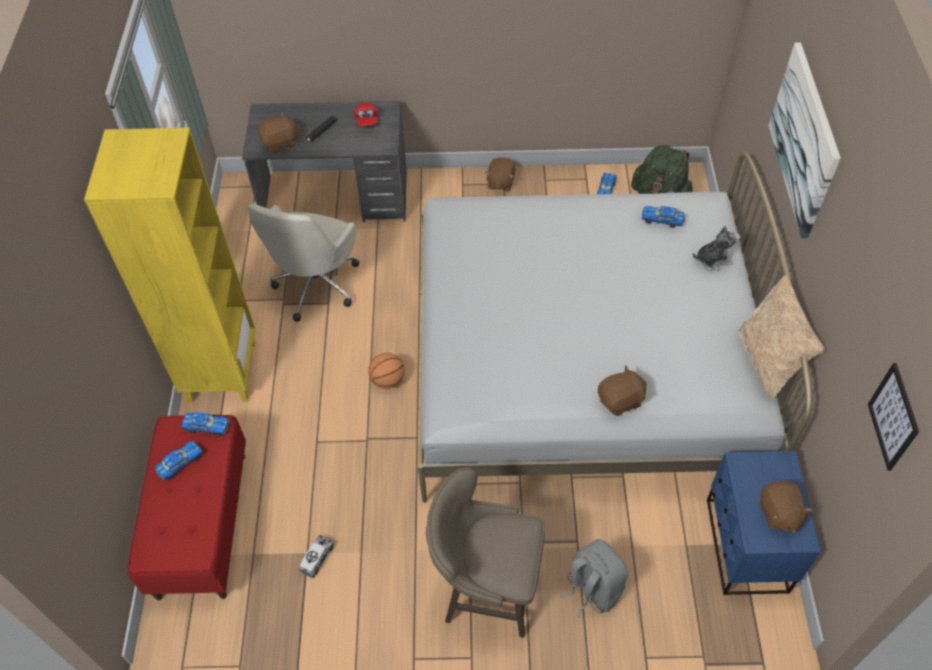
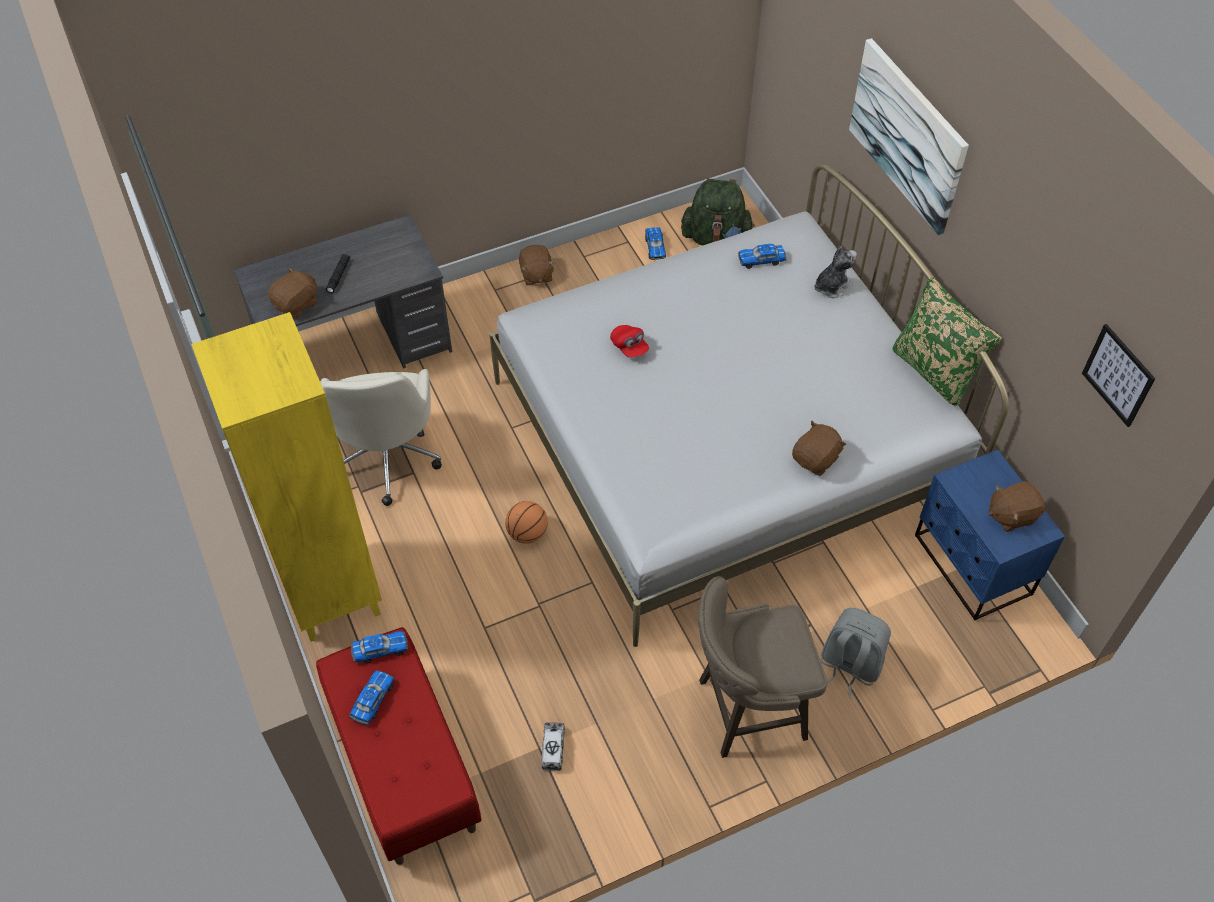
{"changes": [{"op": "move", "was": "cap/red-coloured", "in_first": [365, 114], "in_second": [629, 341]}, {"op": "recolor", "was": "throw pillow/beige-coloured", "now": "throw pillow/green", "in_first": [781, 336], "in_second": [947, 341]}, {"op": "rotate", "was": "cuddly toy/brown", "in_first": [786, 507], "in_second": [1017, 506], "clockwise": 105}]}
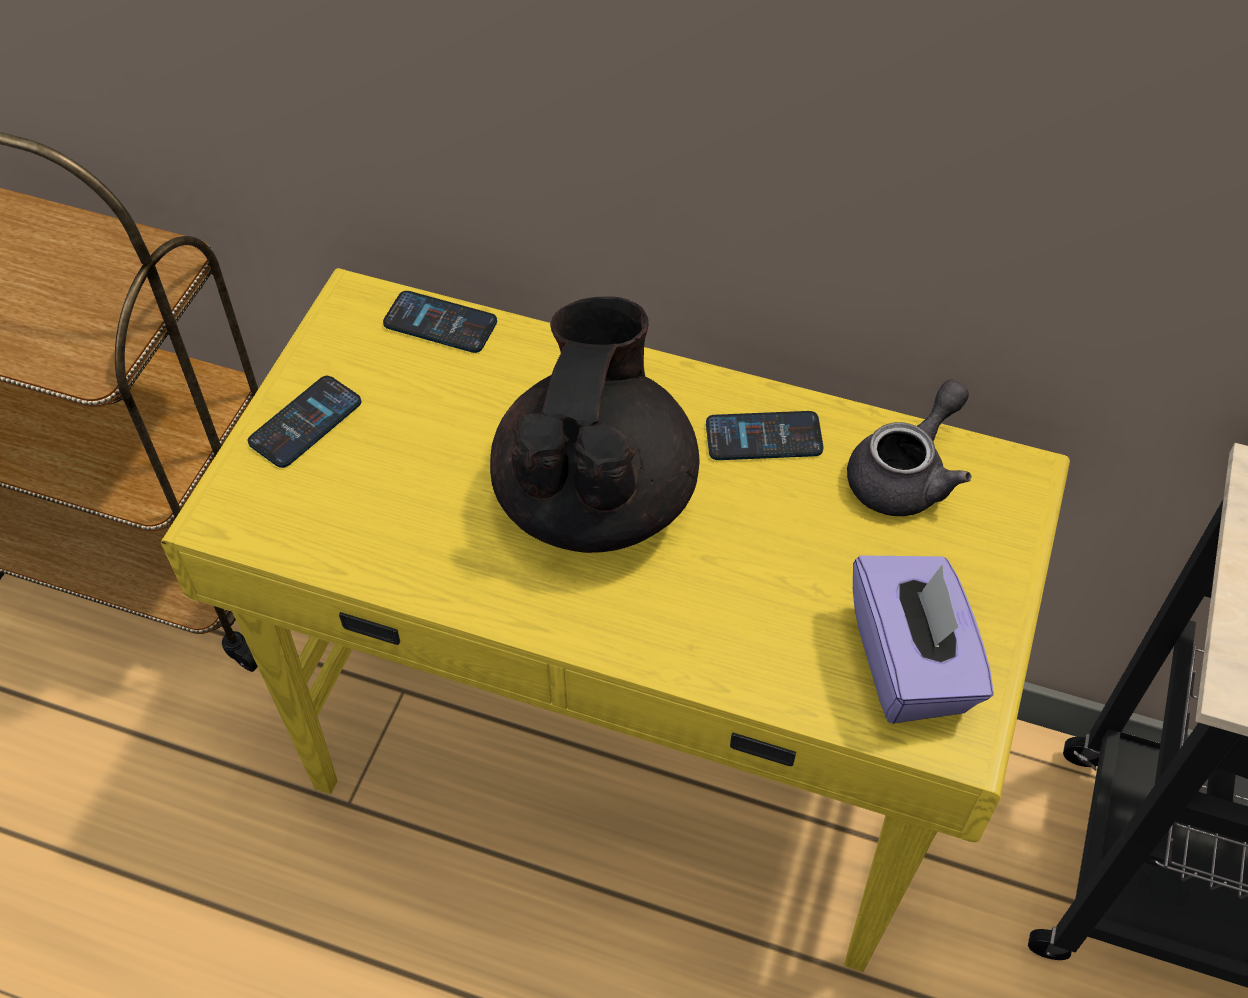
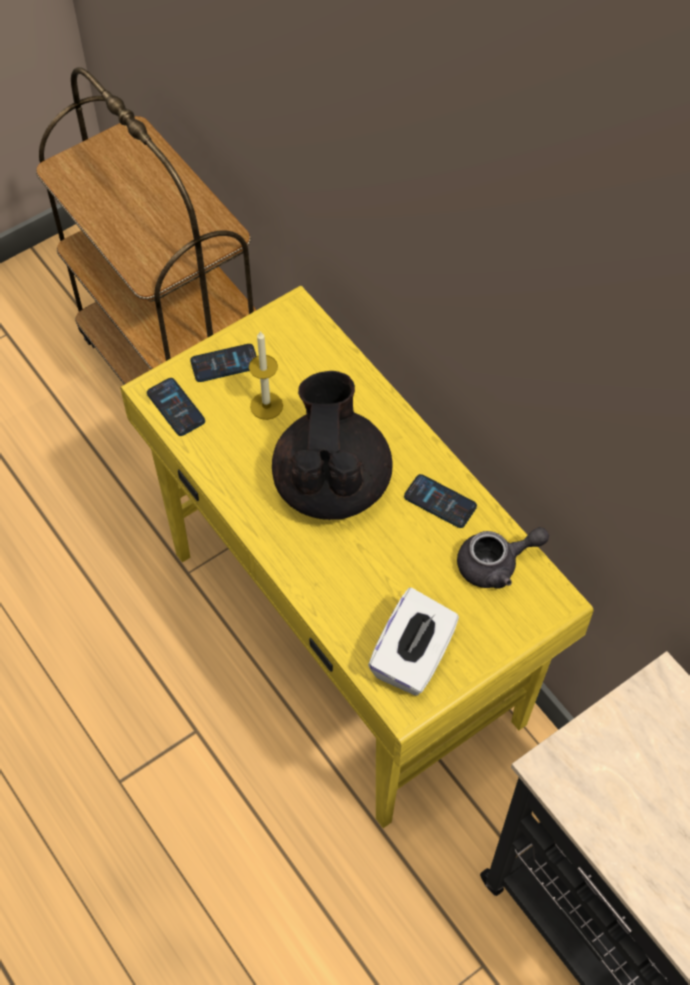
{"changes": [{"op": "move", "was": "phone", "in_first": [440, 322], "in_second": [176, 407]}, {"op": "insert", "now": "wax light", "in_second": [266, 375]}, {"op": "rotate", "was": "pot for tea/black", "in_first": [595, 424], "in_second": [332, 445], "clockwise": -45}, {"op": "recolor", "was": "tissue holder/purple", "now": "tissue holder/white-coloured", "in_first": [923, 640], "in_second": [413, 641]}]}
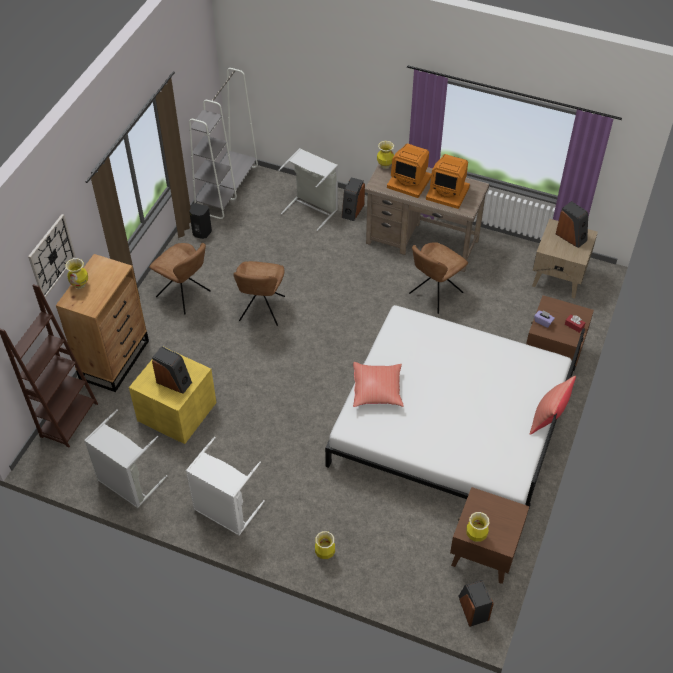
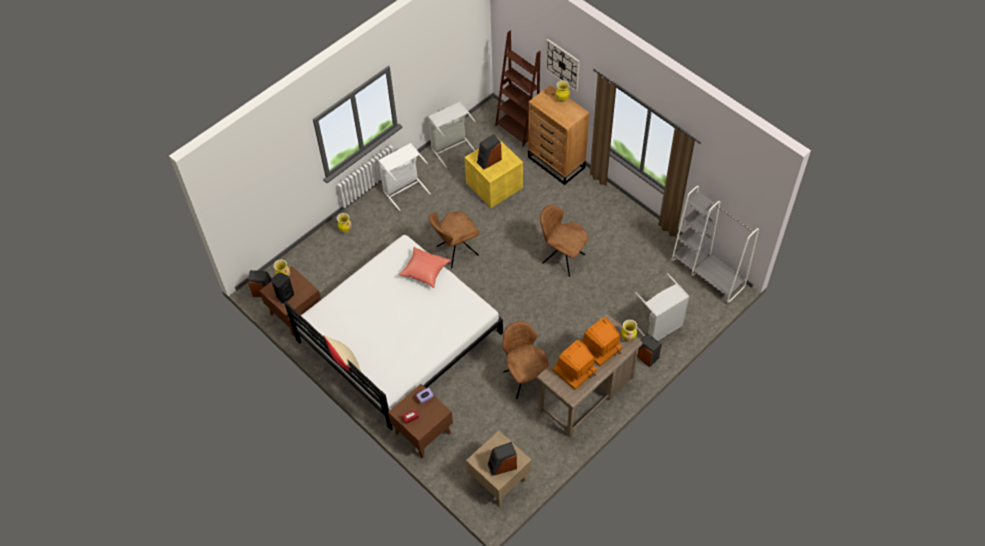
{"changes": [{"op": "move", "was": "speaker/black", "in_first": [200, 221], "in_second": [283, 287]}, {"op": "recolor", "was": "throw pillow/red-coloured", "now": "throw pillow/beige-coloured", "in_first": [553, 405], "in_second": [342, 355]}, {"op": "move", "was": "chair/brown", "in_first": [180, 278], "in_second": [454, 240]}]}
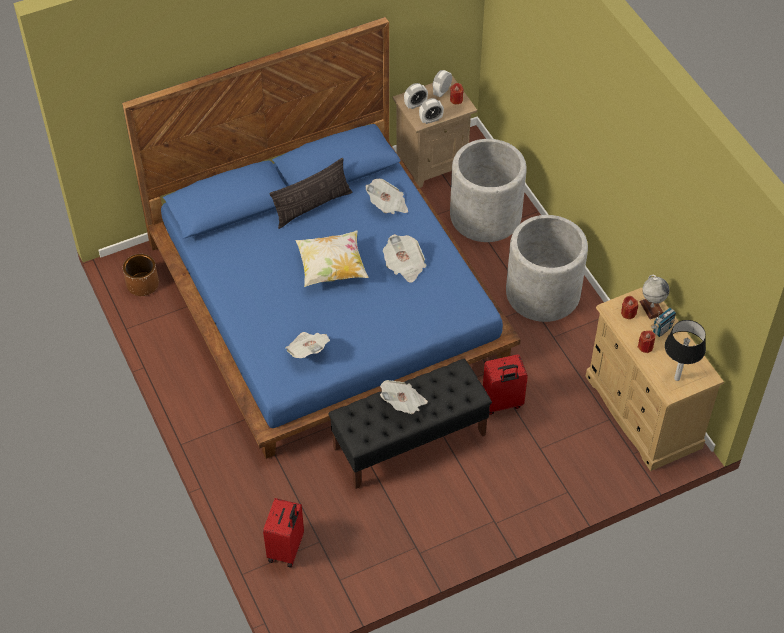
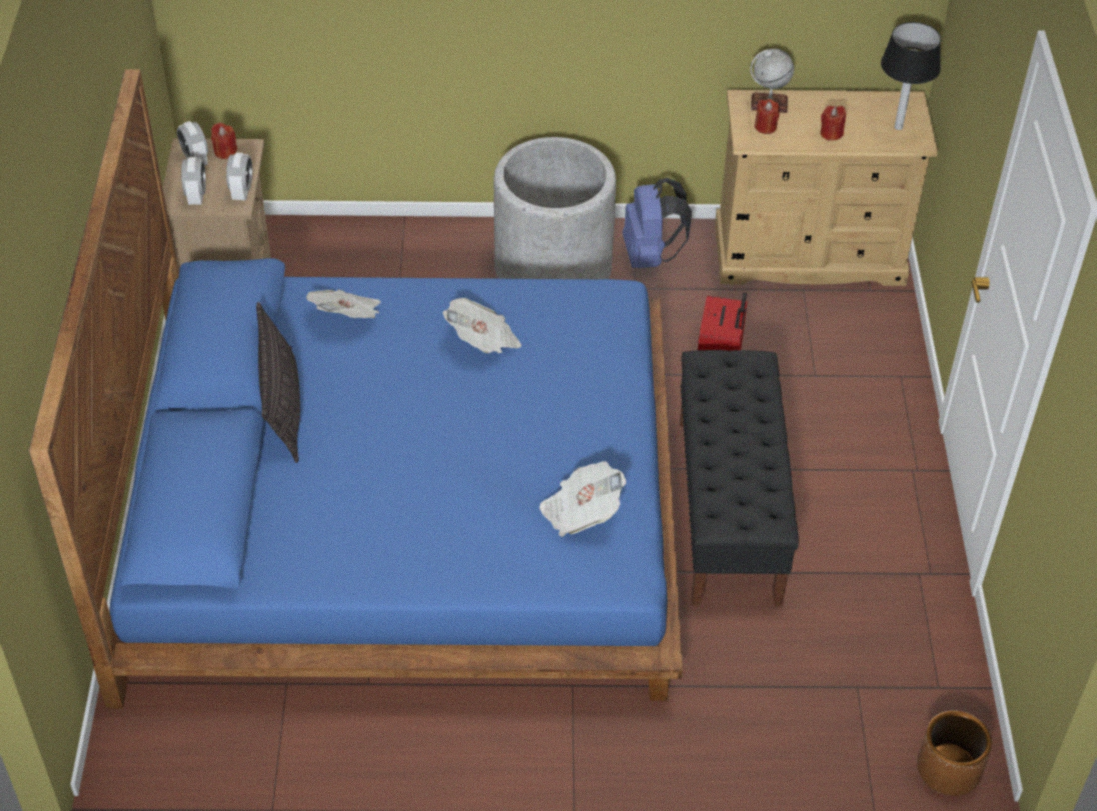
{"changes": [{"op": "insert", "now": "rucksack/blue", "in_second": [657, 223]}, {"op": "move", "was": "flower pot/brown", "in_first": [141, 275], "in_second": [954, 753]}, {"op": "delete", "was": "piece of luggage/red-coloured", "in_first": [283, 533]}, {"op": "delete", "was": "throw pillow", "in_first": [331, 258]}, {"op": "delete", "was": "newspaper", "in_first": [404, 397]}, {"op": "delete", "was": "flower pot/gray", "in_first": [488, 190]}, {"op": "delete", "was": "radio set", "in_first": [663, 322]}]}
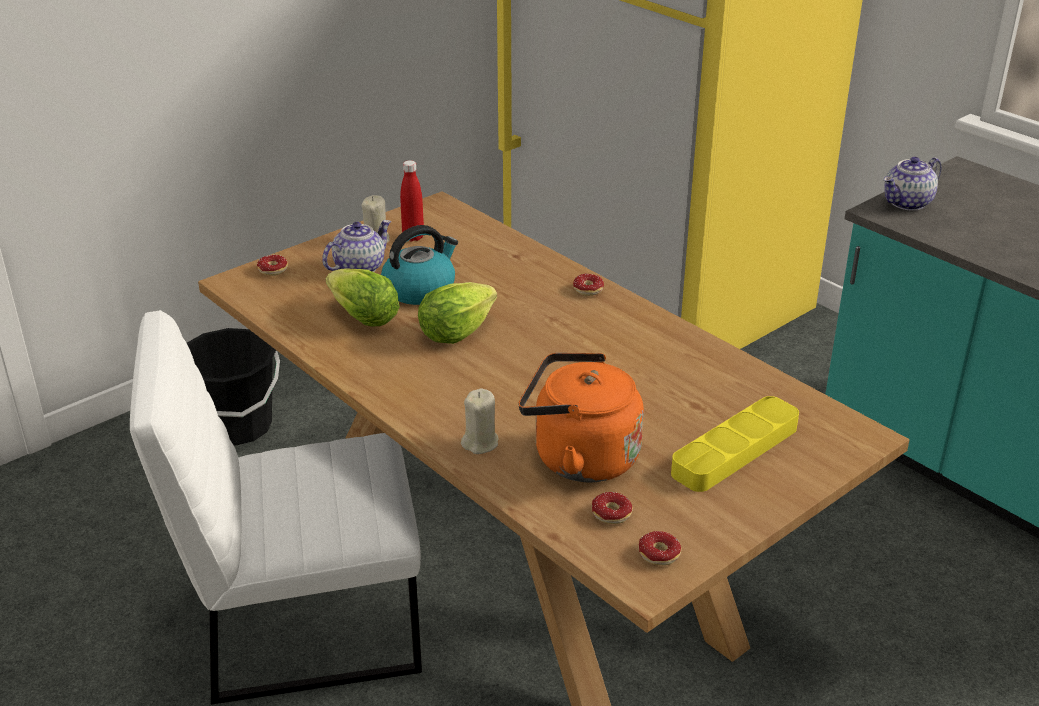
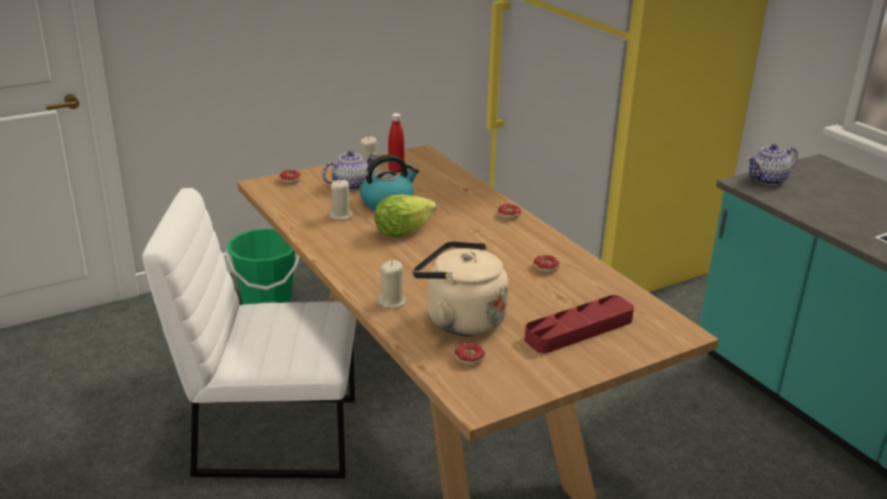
{"changes": [{"op": "recolor", "was": "bucket/black", "now": "bucket/green", "in_first": [233, 387], "in_second": [263, 266]}, {"op": "replace", "was": "lettuce head", "now": "wax light/beige-coloured", "in_first": [363, 297], "in_second": [341, 200]}, {"op": "recolor", "was": "kettle/orange", "now": "kettle/beige-coloured", "in_first": [581, 418], "in_second": [460, 289]}, {"op": "recolor", "was": "serving tray/yellow-coloured", "now": "serving tray/red-coloured", "in_first": [735, 444], "in_second": [579, 324]}, {"op": "move", "was": "donut", "in_first": [660, 548], "in_second": [547, 264]}]}
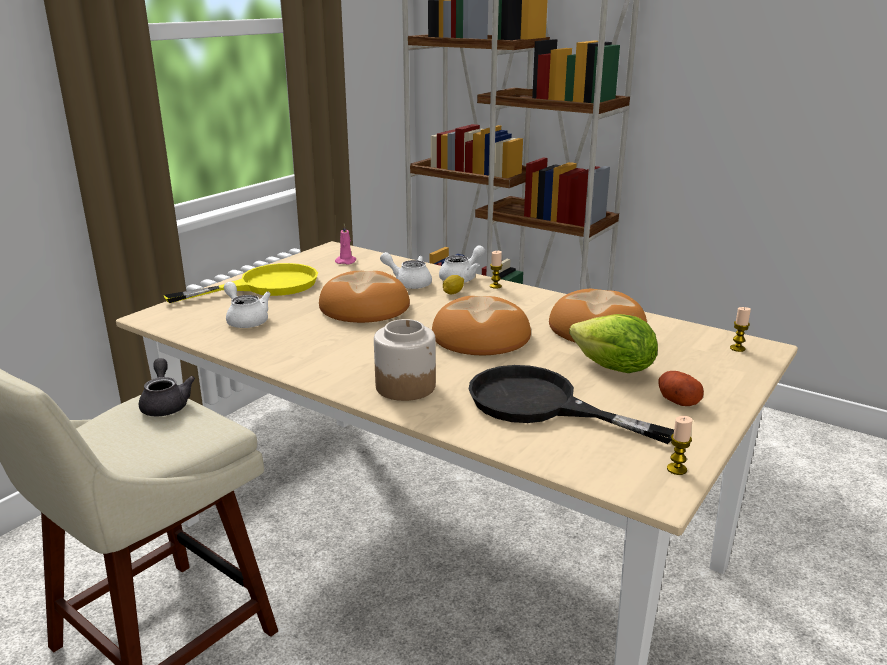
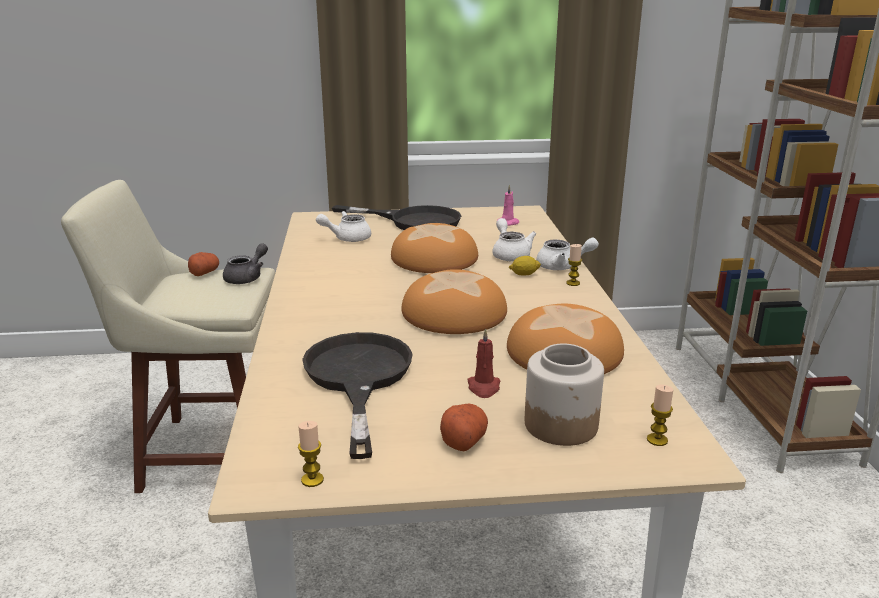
{"changes": [{"op": "insert", "now": "potato", "in_second": [203, 264]}, {"op": "rotate", "was": "pot for tea/white-coloured", "in_first": [247, 305], "in_second": [343, 226], "clockwise": -120}, {"op": "recolor", "was": "frying pan/yellow-coloured", "now": "frying pan/black", "in_first": [241, 283], "in_second": [396, 217]}, {"op": "replace", "was": "lettuce head", "now": "wax light/red-coloured", "in_first": [613, 343], "in_second": [484, 363]}, {"op": "move", "was": "preserve jar", "in_first": [405, 360], "in_second": [564, 395]}]}
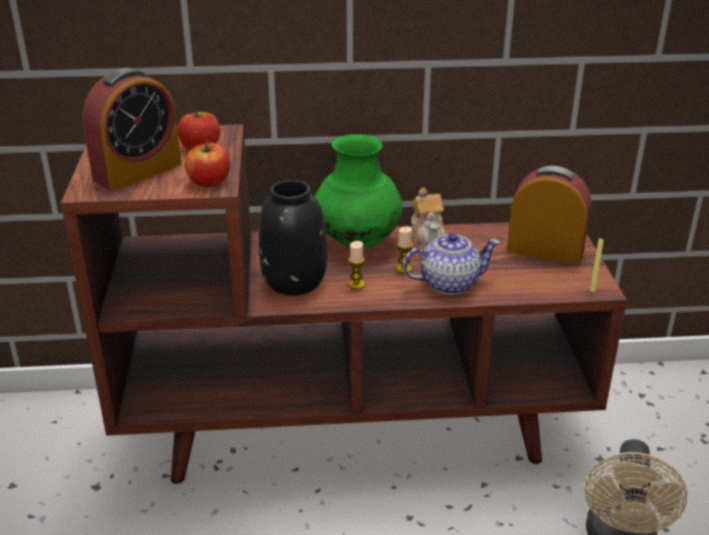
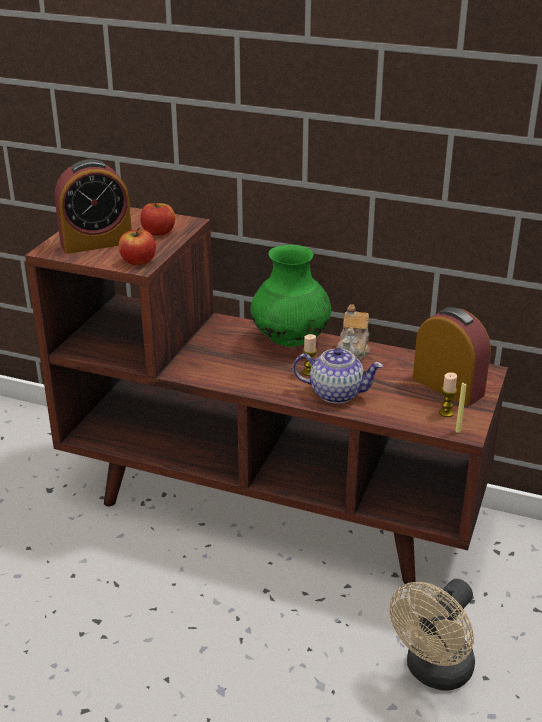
{"changes": [{"op": "move", "was": "wax light", "in_first": [356, 265], "in_second": [448, 394]}, {"op": "delete", "was": "decorative vase/black", "in_first": [293, 237]}]}
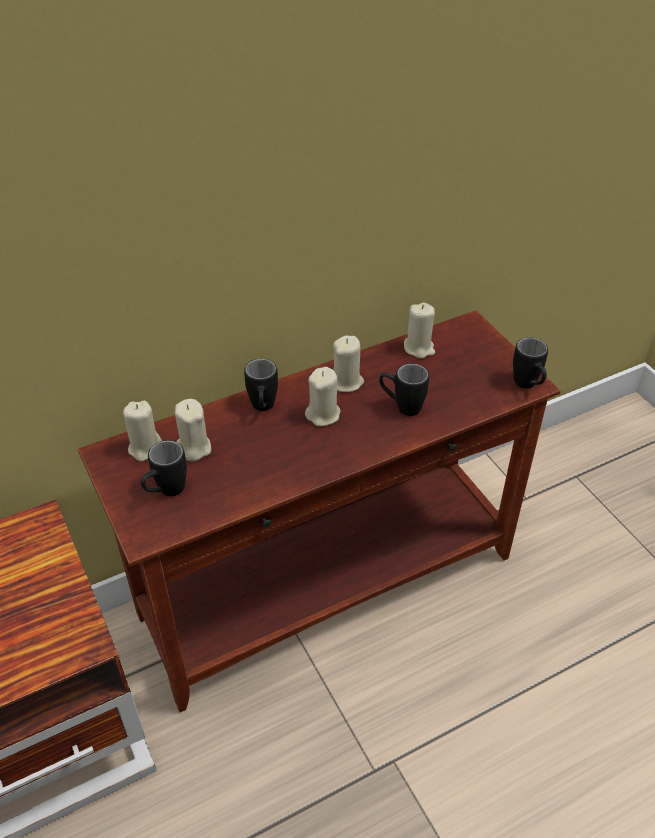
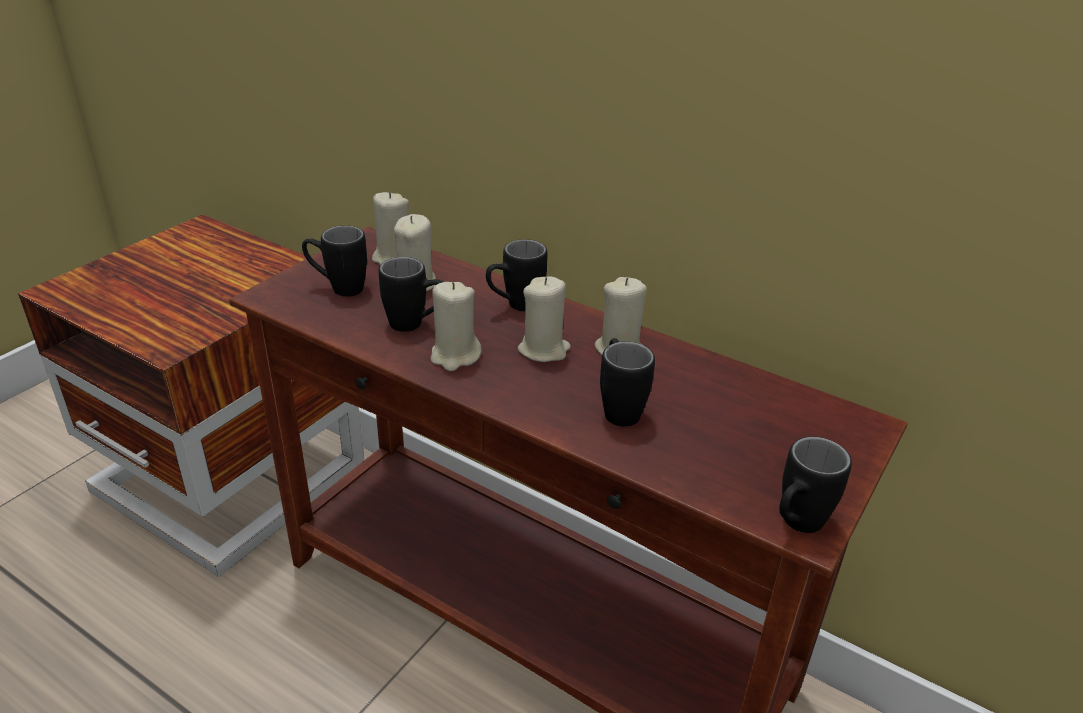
{"changes": [{"op": "insert", "now": "coffee mug/black", "in_second": [411, 294]}, {"op": "move", "was": "wax light/beige-coloured", "in_first": [419, 330], "in_second": [456, 326]}]}
